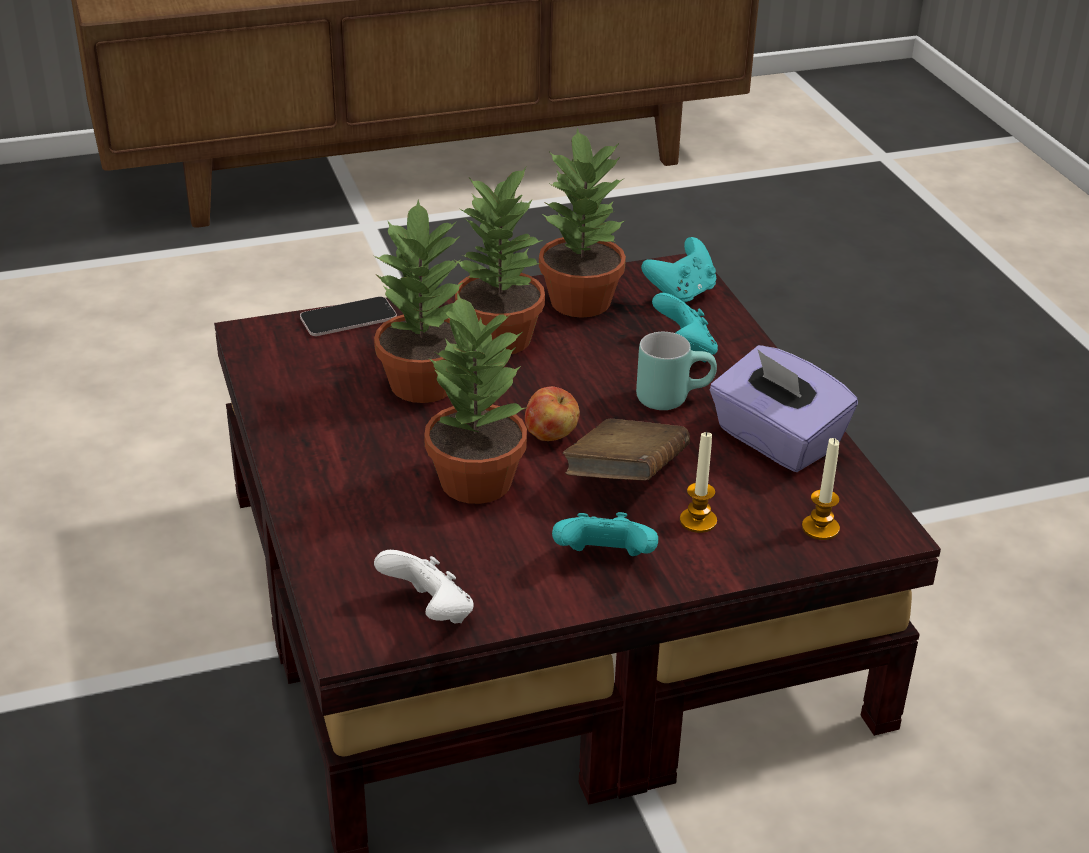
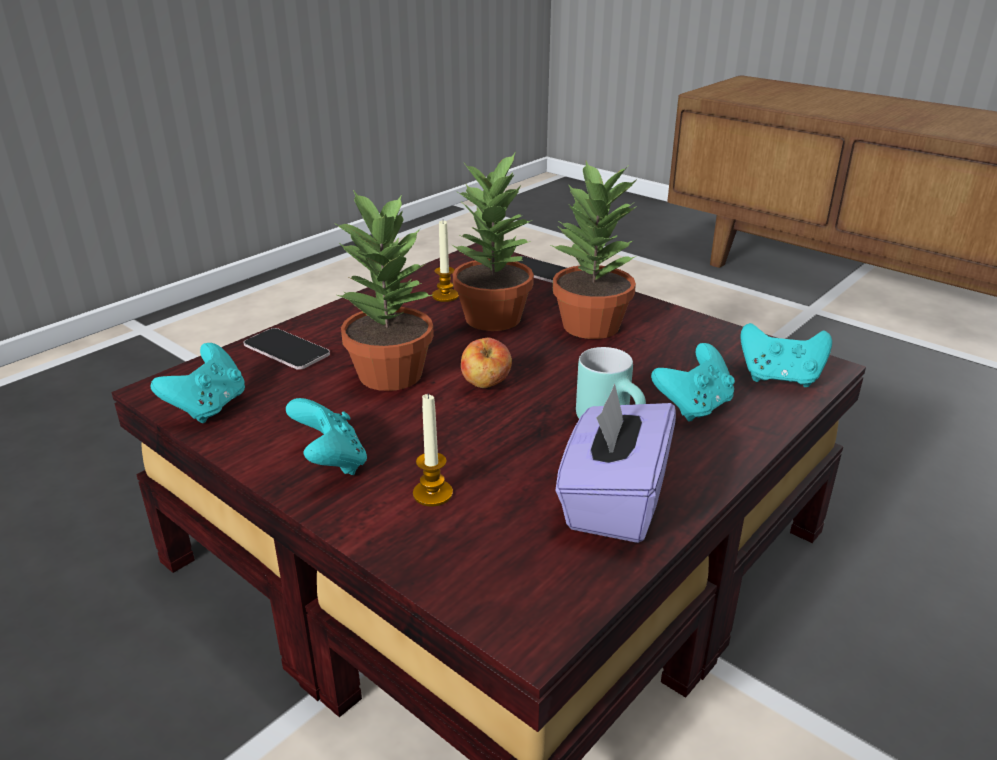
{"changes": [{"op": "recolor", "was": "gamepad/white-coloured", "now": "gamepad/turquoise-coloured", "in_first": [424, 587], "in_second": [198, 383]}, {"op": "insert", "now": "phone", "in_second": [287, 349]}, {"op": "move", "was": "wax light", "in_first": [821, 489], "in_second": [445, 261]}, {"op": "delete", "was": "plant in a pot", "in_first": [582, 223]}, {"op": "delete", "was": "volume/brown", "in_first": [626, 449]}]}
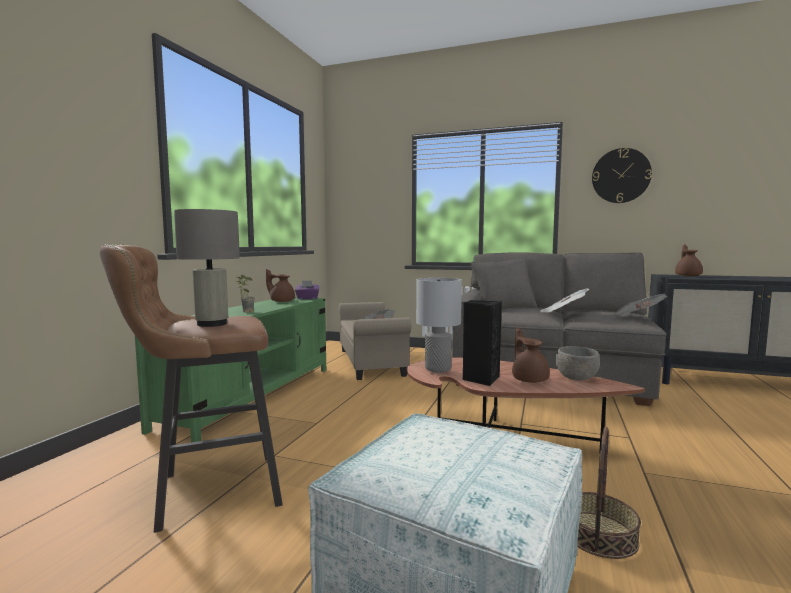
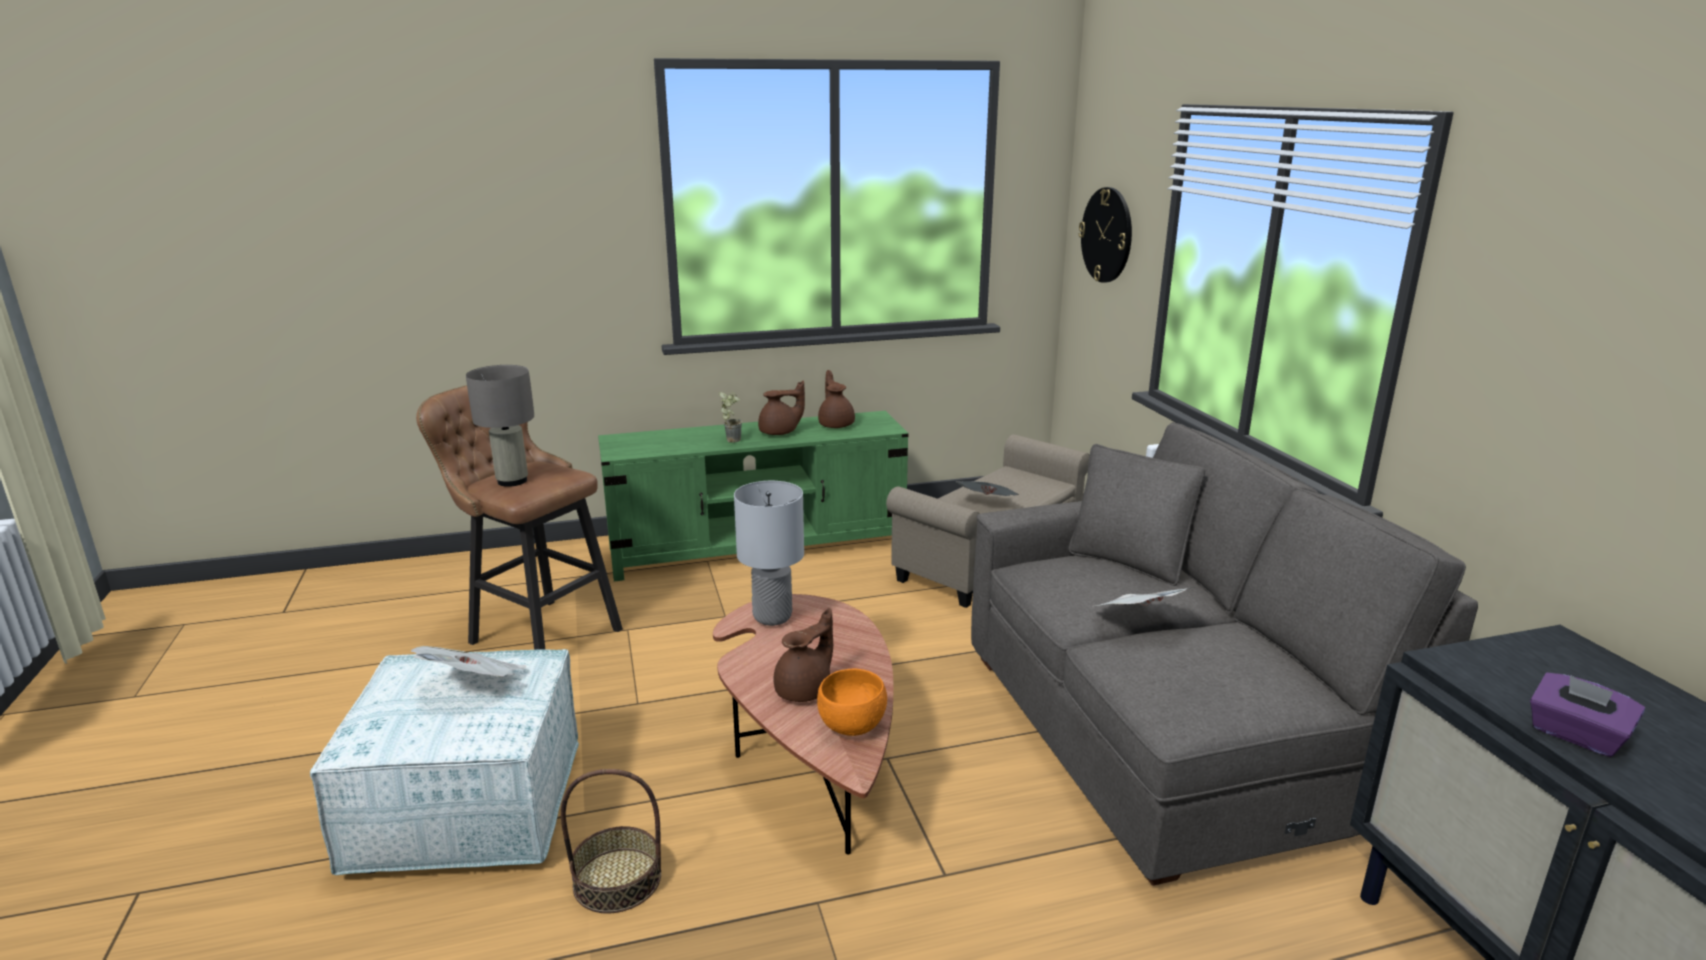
{"changes": [{"op": "move", "was": "newspaper", "in_first": [640, 304], "in_second": [469, 661]}, {"op": "move", "was": "pot for tea/brown", "in_first": [689, 260], "in_second": [781, 408]}, {"op": "recolor", "was": "bowl/gray", "now": "bowl/orange", "in_first": [577, 363], "in_second": [852, 702]}, {"op": "move", "was": "wall clock", "in_first": [622, 175], "in_second": [1105, 235]}, {"op": "move", "was": "tissue holder/purple", "in_first": [307, 290], "in_second": [1587, 714]}, {"op": "delete", "was": "speaker/black", "in_first": [482, 343]}]}
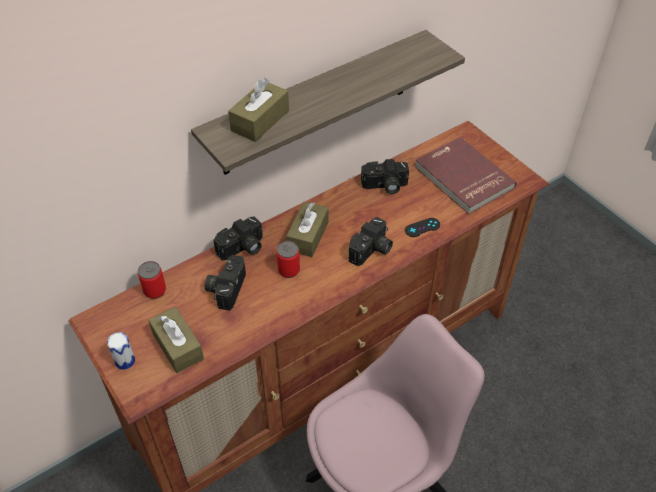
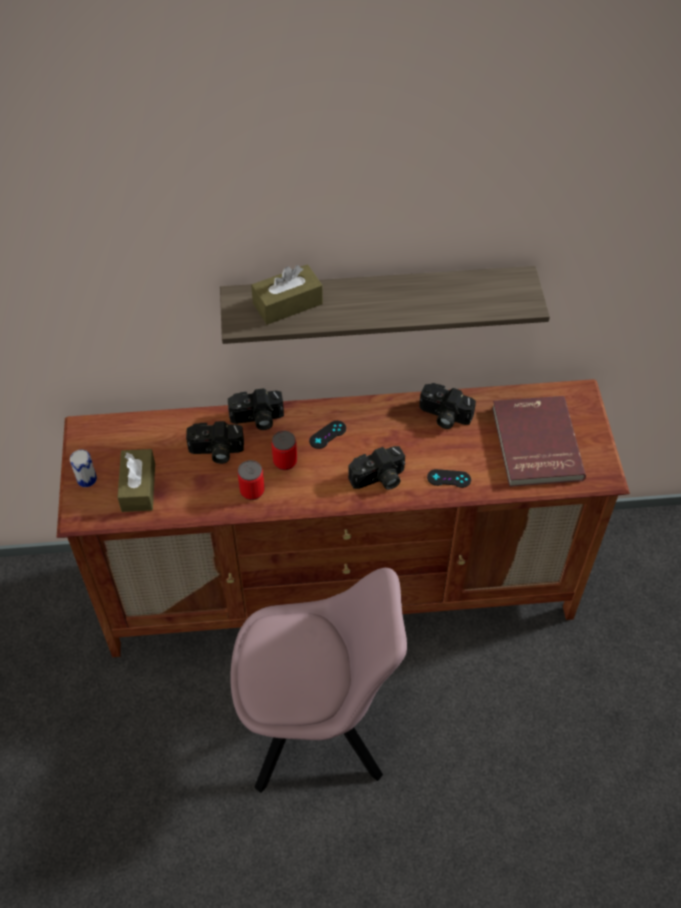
{"changes": [{"op": "rotate", "was": "photo camera", "in_first": [225, 283], "in_second": [215, 442], "clockwise": -135}, {"op": "move", "was": "metal can", "in_first": [152, 280], "in_second": [251, 480]}, {"op": "replace", "was": "tissue holder/brown", "now": "gamepad/black", "in_first": [307, 229], "in_second": [327, 435]}]}
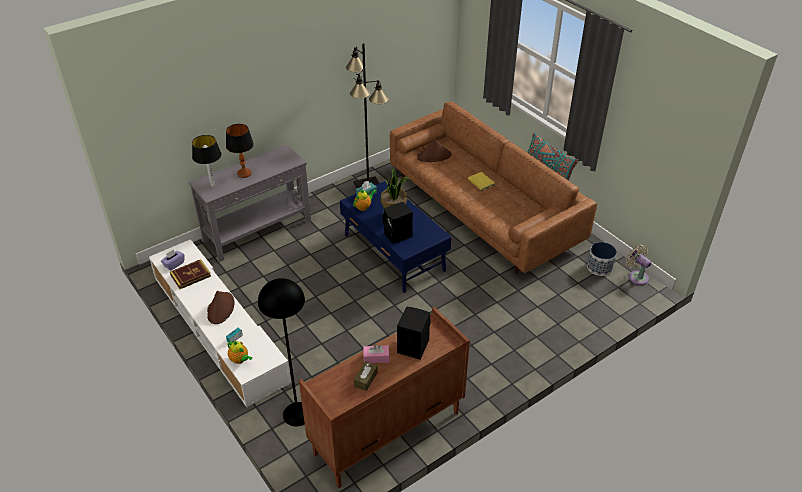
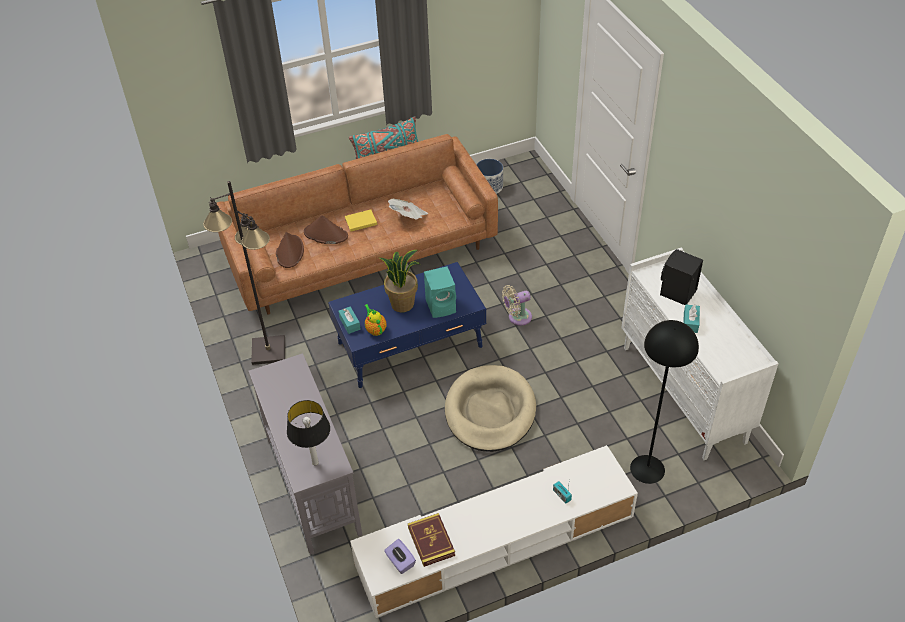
{"changes": [{"op": "move", "was": "wearable hat/brown", "in_first": [221, 307], "in_second": [326, 229]}, {"op": "insert", "now": "newspaper", "in_second": [408, 209]}, {"op": "recolor", "was": "speaker/black", "now": "speaker/turquoise-coloured", "in_first": [397, 223], "in_second": [440, 292]}, {"op": "insert", "now": "dog cushion/beige-coloured", "in_second": [490, 408]}, {"op": "move", "was": "electric fan/beige-coloured", "in_first": [639, 265], "in_second": [517, 305]}, {"op": "recolor", "was": "storage cabinet/brown", "now": "storage cabinet/white-coloured", "in_first": [384, 397], "in_second": [700, 353]}, {"op": "recolor", "was": "tissue holder/pink-coloured", "now": "tissue holder/turquoise-coloured", "in_first": [376, 354], "in_second": [691, 319]}, {"op": "delete", "was": "lamp for a table", "in_first": [240, 151]}, {"op": "delete", "was": "pot for tea", "in_first": [239, 352]}, {"op": "delete", "was": "tissue holder/brown", "in_first": [366, 376]}]}
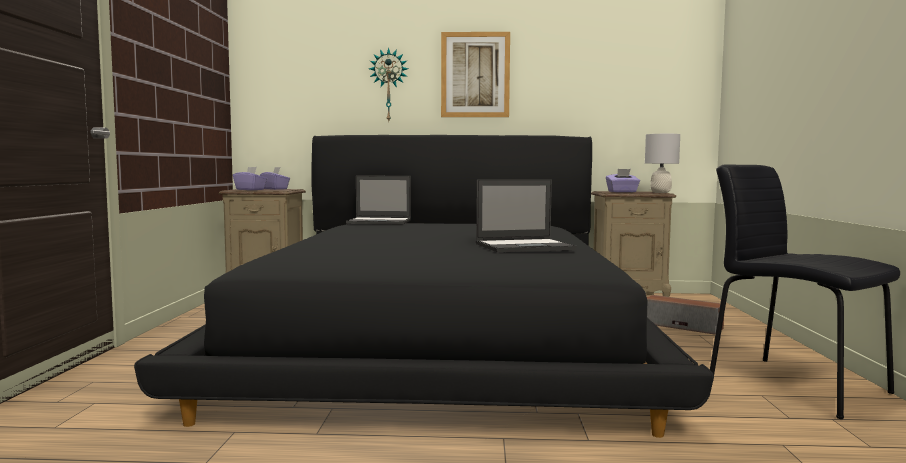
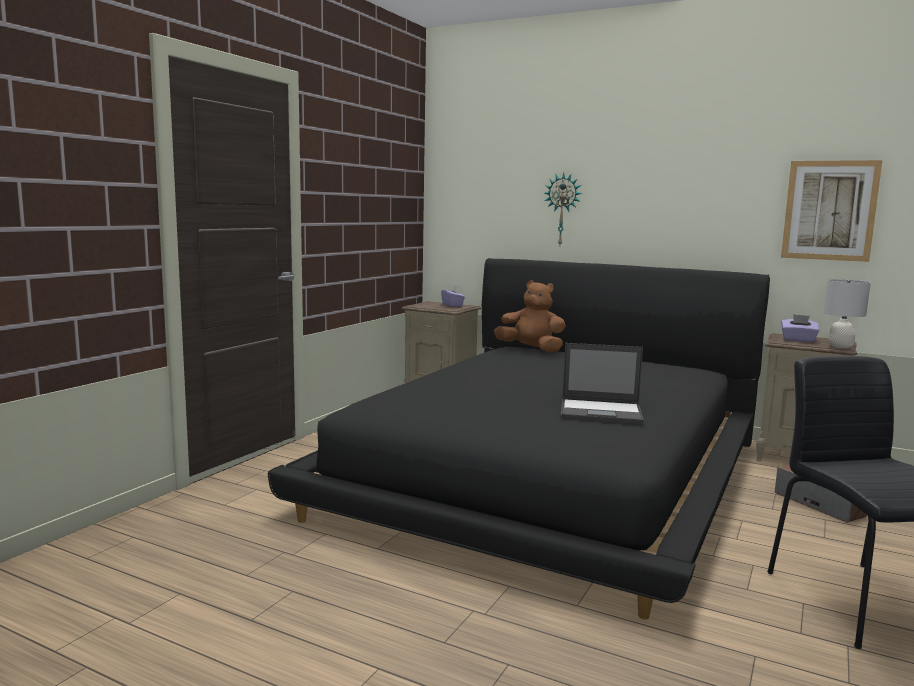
{"changes": [{"op": "replace", "was": "laptop", "now": "cuddly toy/brown", "in_first": [378, 199], "in_second": [530, 316]}, {"op": "move", "was": "wall art", "in_first": [475, 74], "in_second": [831, 211]}, {"op": "delete", "was": "tissue holder/purple", "in_first": [250, 178]}]}
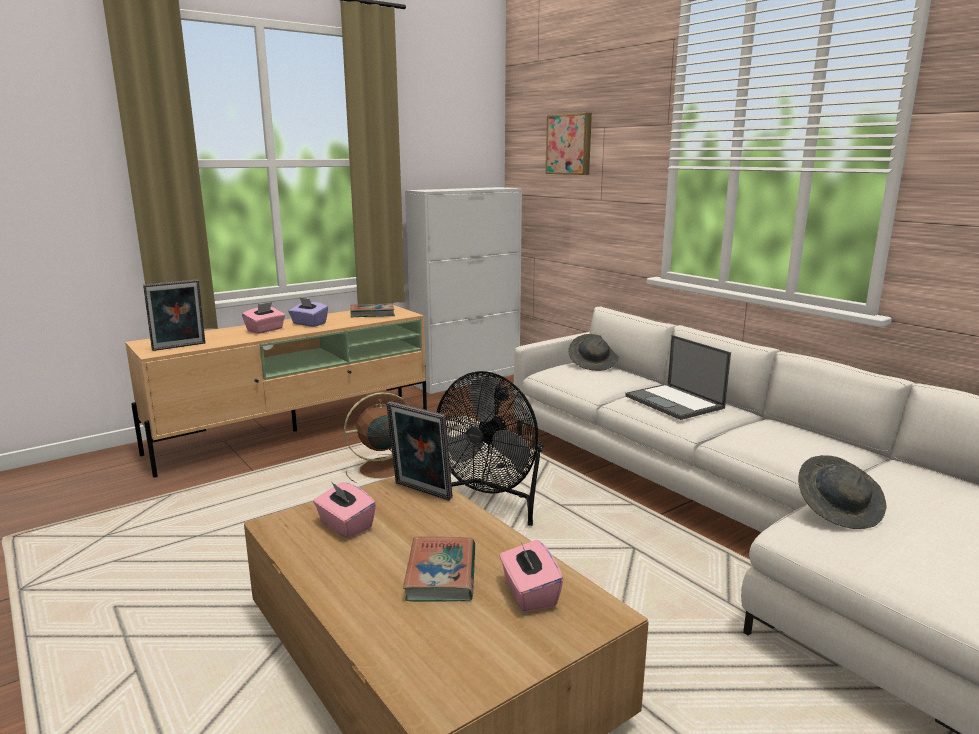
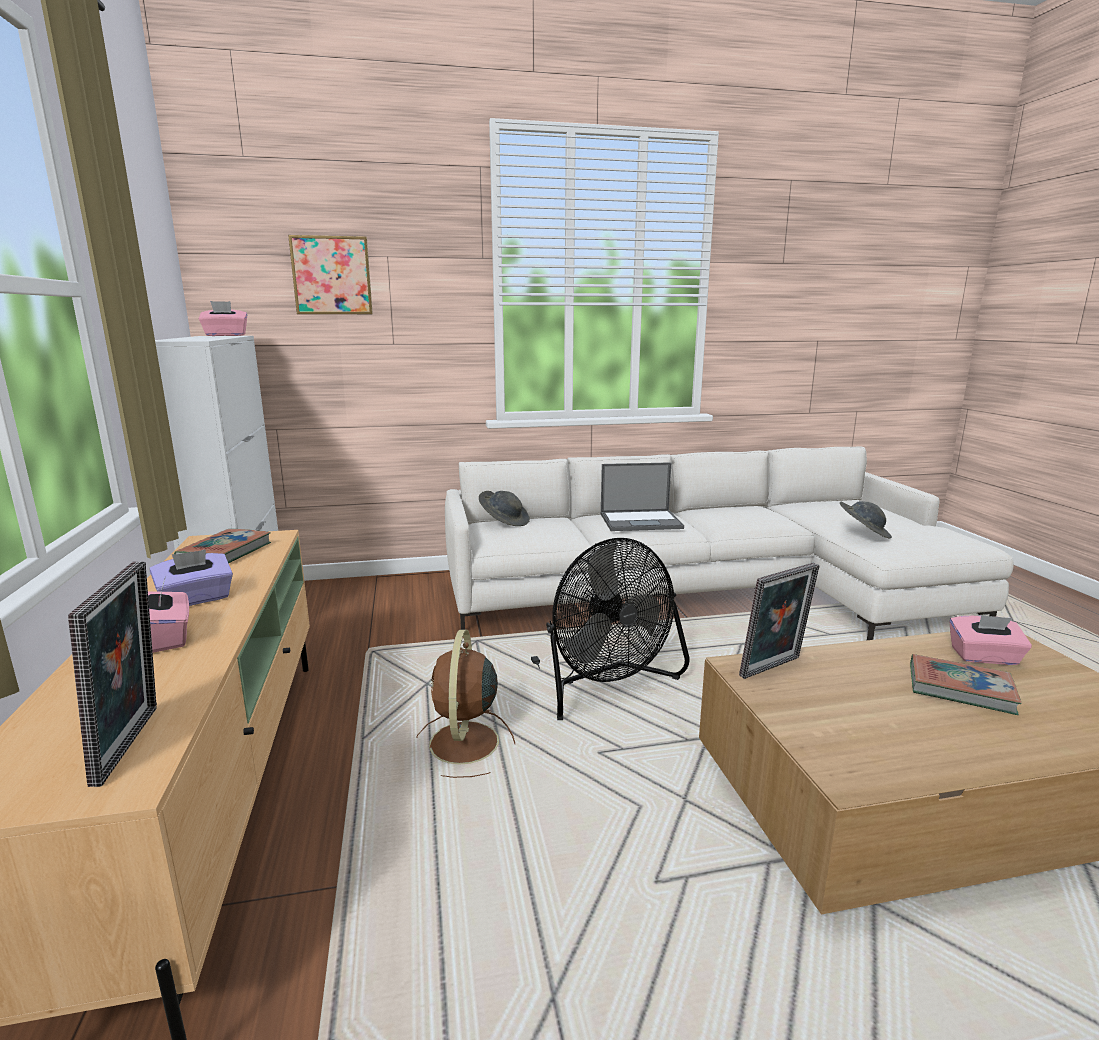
{"changes": [{"op": "move", "was": "tissue holder/pink-coloured", "in_first": [344, 509], "in_second": [223, 318]}]}
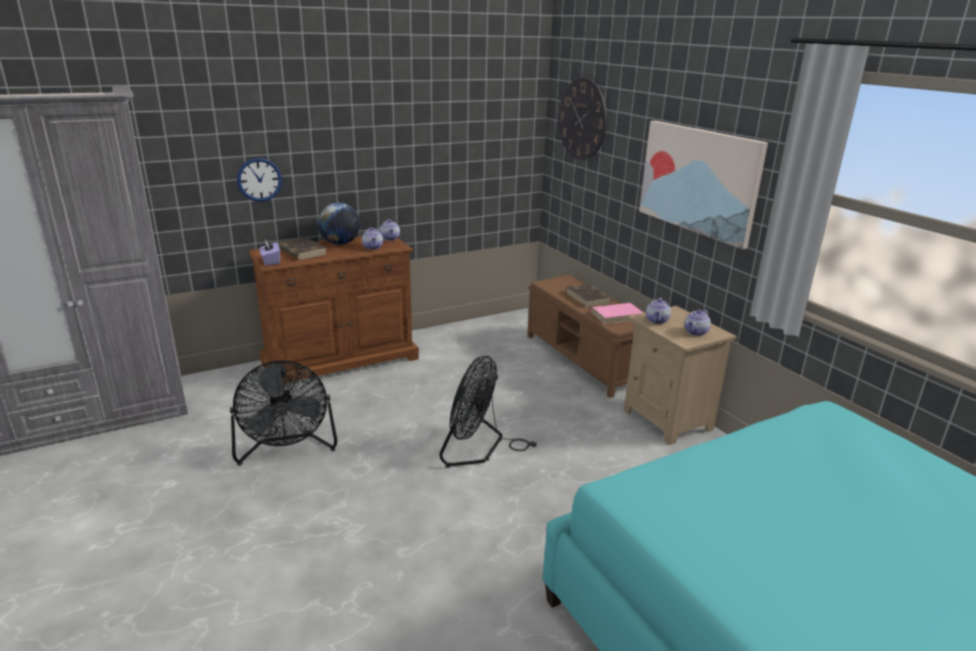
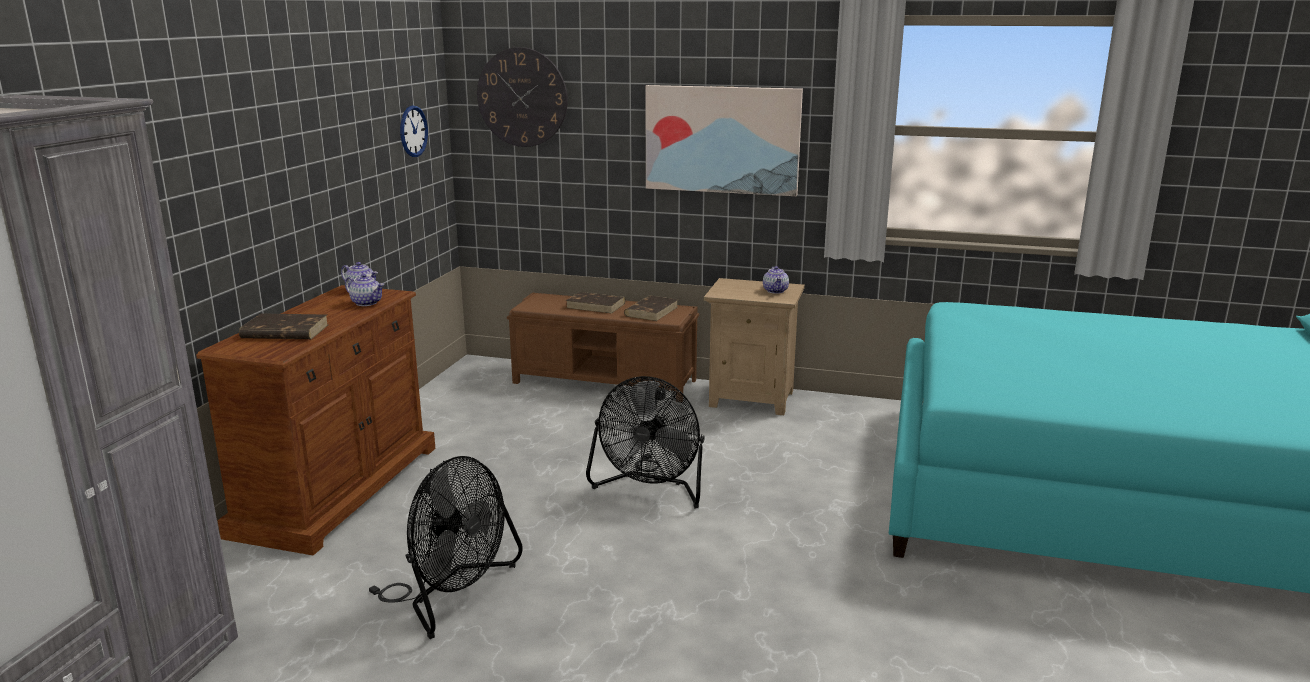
{"changes": [{"op": "move", "was": "wall clock", "in_first": [259, 180], "in_second": [414, 131]}, {"op": "rotate", "was": "electric fan/black", "in_first": [488, 412], "in_second": [645, 442], "clockwise": -45}, {"op": "recolor", "was": "volume/pink-coloured", "now": "volume/brown", "in_first": [617, 314], "in_second": [651, 308]}, {"op": "delete", "was": "tissue holder/purple", "in_first": [269, 252]}, {"op": "delete", "was": "globe", "in_first": [339, 224]}, {"op": "delete", "was": "pot for tea", "in_first": [658, 310]}]}
